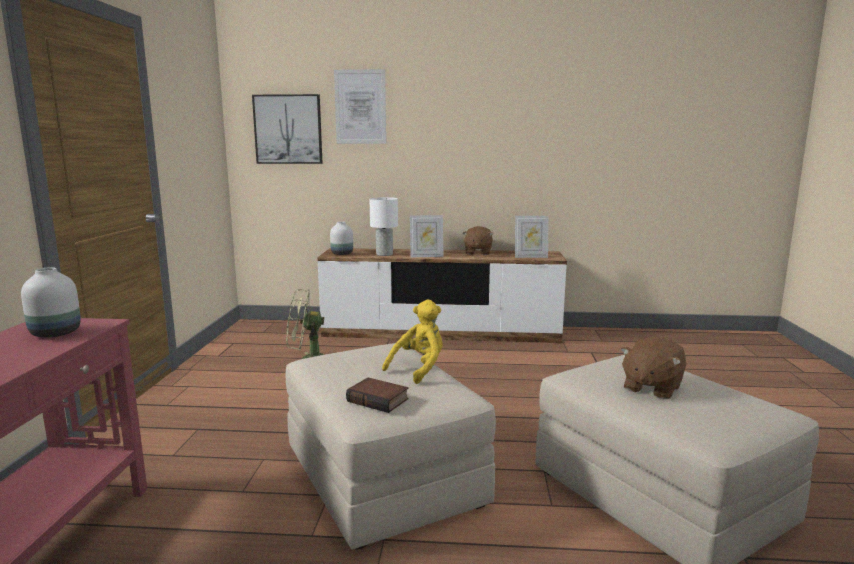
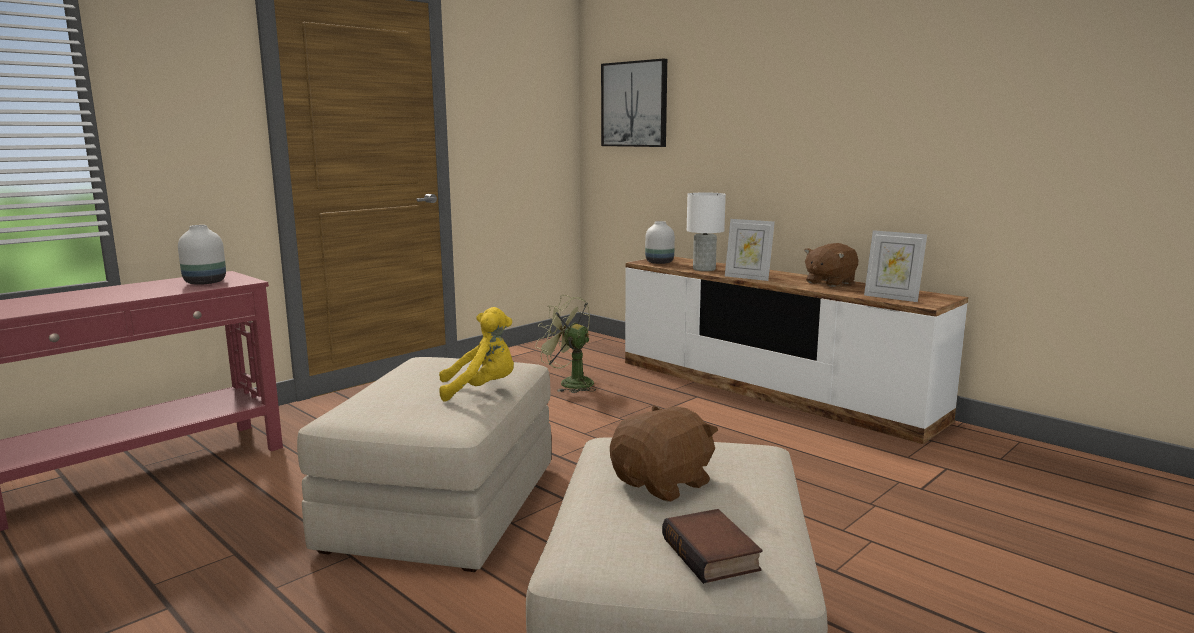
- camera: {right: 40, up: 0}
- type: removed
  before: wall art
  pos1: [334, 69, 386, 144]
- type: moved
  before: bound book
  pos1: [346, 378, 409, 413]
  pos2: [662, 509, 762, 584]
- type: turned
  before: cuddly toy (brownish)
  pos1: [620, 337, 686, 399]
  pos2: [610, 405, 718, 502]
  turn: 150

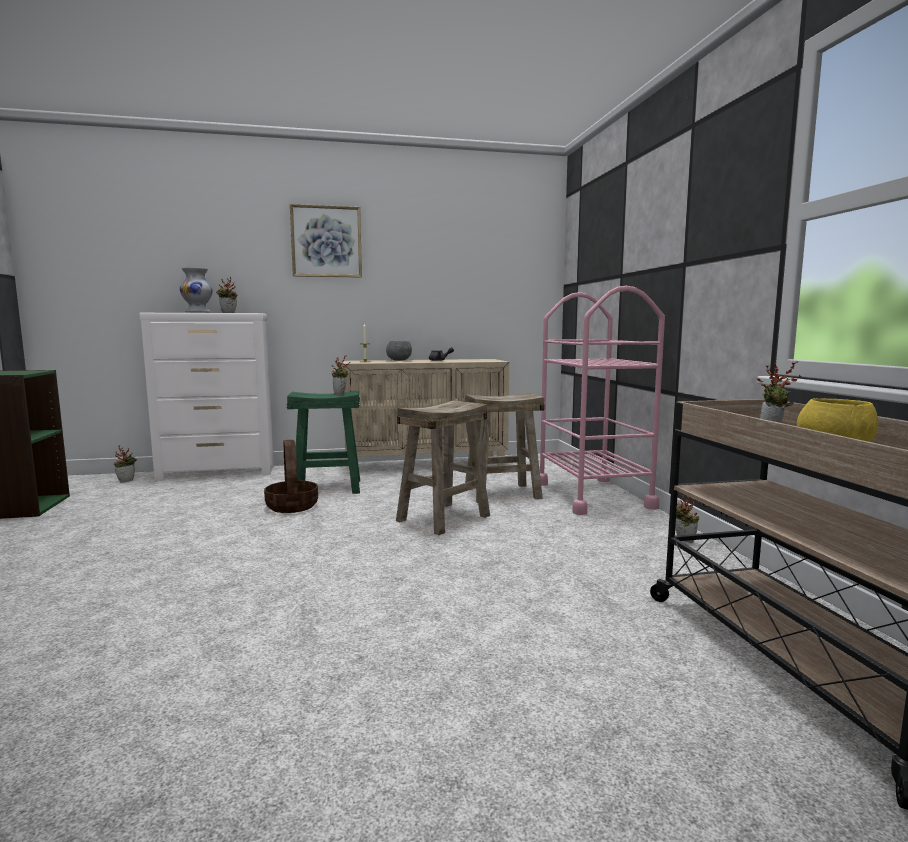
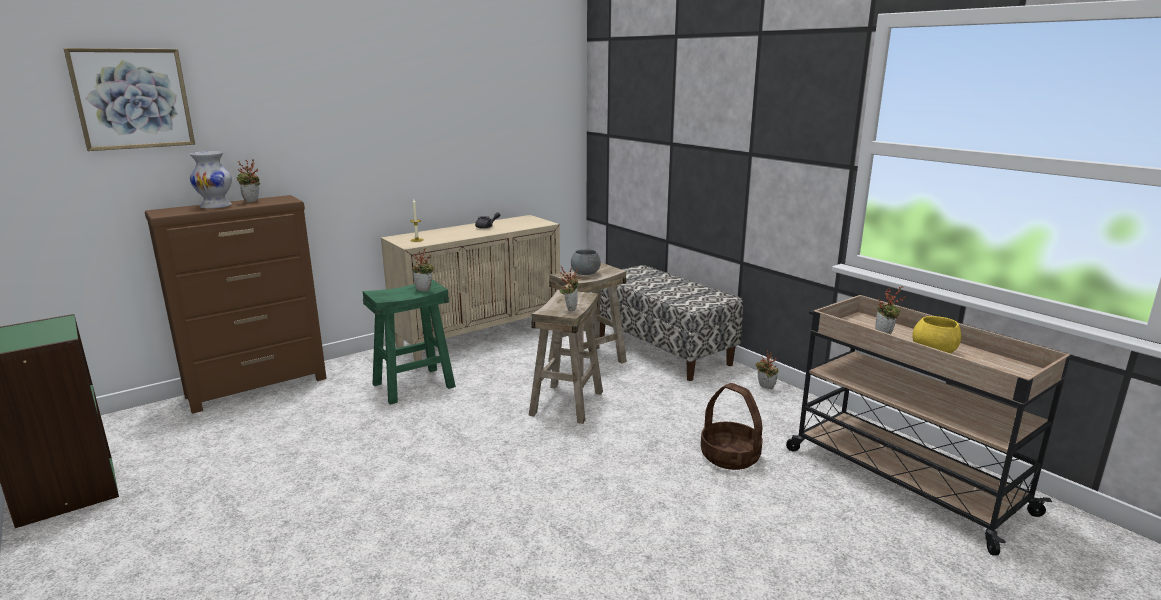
- camera: {right: -25, up: 10}
- type: moved
  before: plant in a pot
  pos1: [114, 445, 137, 482]
  pos2: [560, 267, 580, 311]
- type: recoloured
  before: chest of drawers (white-coloured)
  after: chest of drawers (brownish)
  pos1: [139, 313, 274, 481]
  pos2: [145, 195, 327, 414]
- type: moved
  before: storage basket
  pos1: [264, 440, 318, 513]
  pos2: [701, 383, 763, 470]
- type: moved
  before: wall art
  pos1: [290, 204, 362, 278]
  pos2: [63, 48, 195, 151]
- type: moved
  before: deep dish (greyish)
  pos1: [386, 341, 412, 361]
  pos2: [571, 249, 601, 275]
- type: replaced
  before: trolley (pink)
  after: long seat
  pos1: [540, 286, 665, 515]
  pos2: [600, 265, 744, 381]

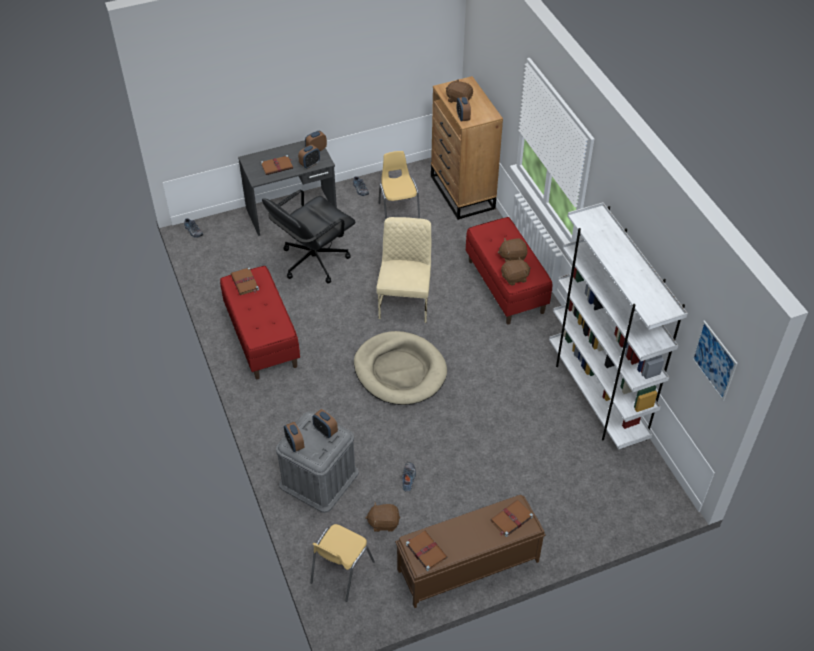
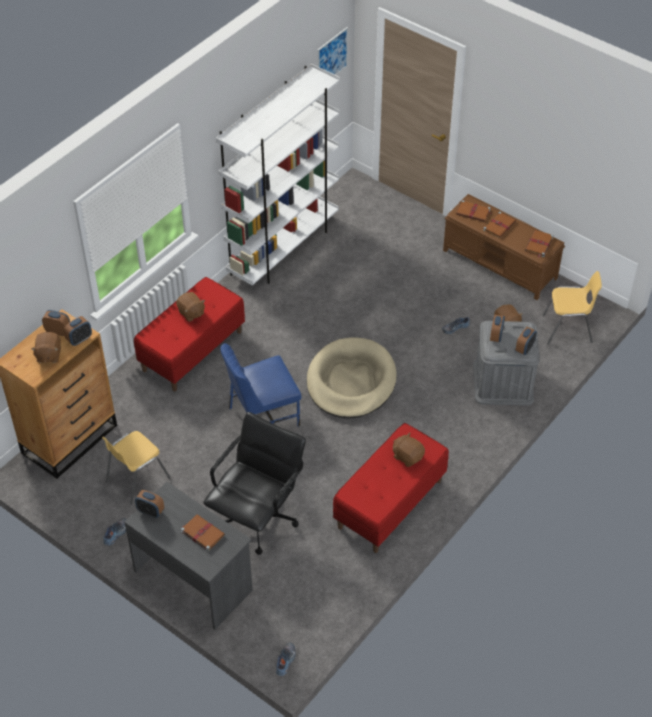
- camera: {right: -120, up: 0}
- type: moved
  before: bound book (brownish)
  pos1: [231, 267, 259, 295]
  pos2: [483, 212, 516, 238]
- type: turned
  before: office chair (black-coloured)
  pos1: [262, 189, 356, 283]
  pos2: [203, 412, 306, 555]
  turn: -75
- type: moved
  before: bedside clock
  pos1: [298, 145, 320, 169]
  pos2: [42, 310, 70, 336]
- type: recoloured
  before: plain chair (beige)
  after: plain chair (blue)
  pos1: [376, 217, 431, 323]
  pos2: [220, 343, 301, 427]
- type: moved
  before: cuddly toy (brownish)
  pos1: [501, 257, 531, 285]
  pos2: [393, 432, 425, 467]

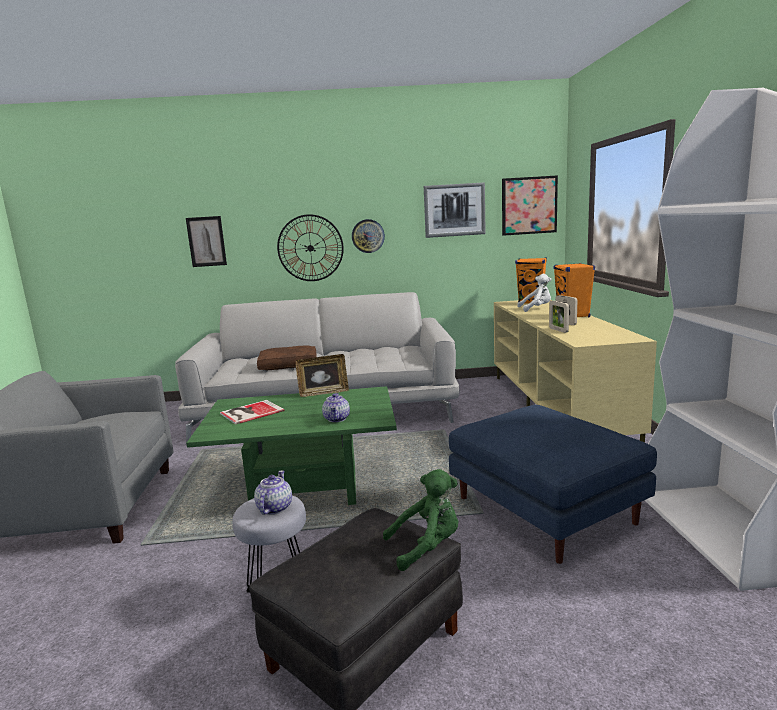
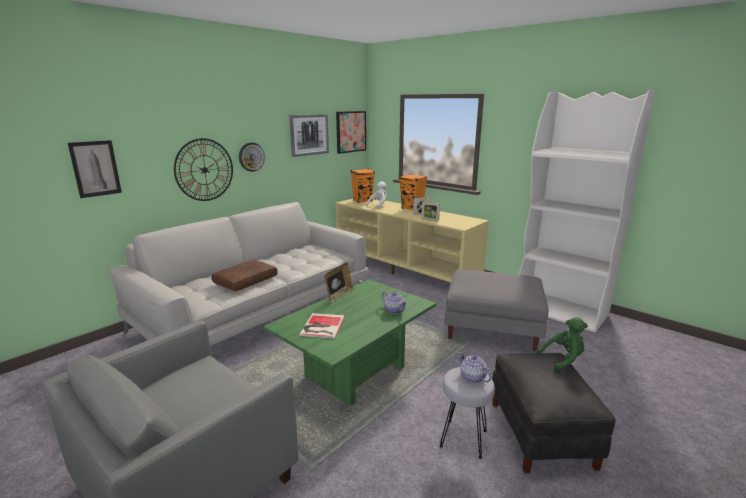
- camera: {right: -45, up: 5}
- type: turned
  before: cuddly toy (green)
  pos1: [383, 469, 459, 571]
  pos2: [537, 317, 588, 372]
  turn: 45
- type: recoloured
  before: ottoman (blue)
  after: ottoman (greyish)
  pos1: [449, 405, 657, 564]
  pos2: [445, 269, 549, 351]

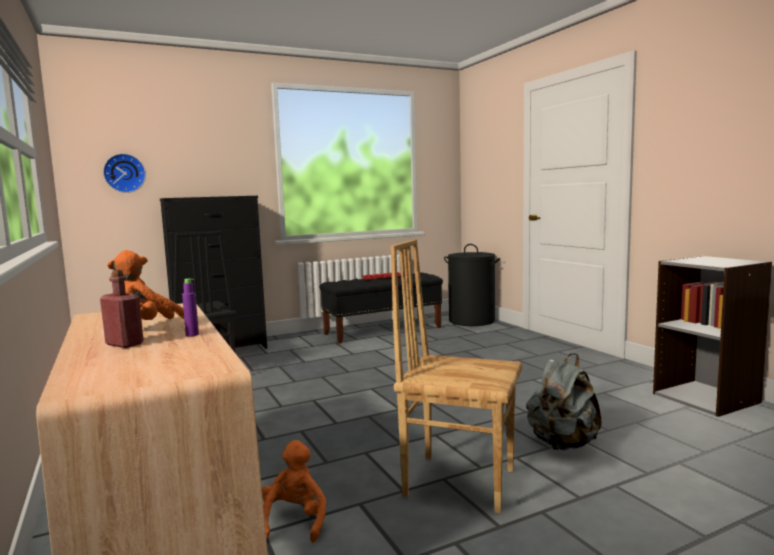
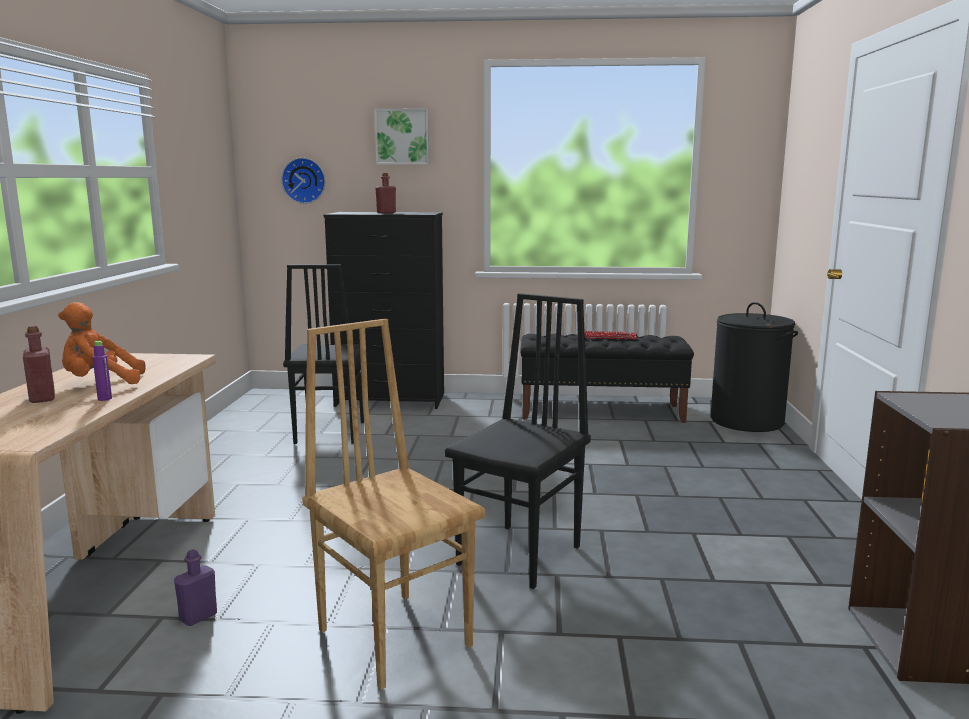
- camera: {right: 30, up: 5}
- type: replaced
  before: cuddly toy (orangey)
  after: drink bottle (purple)
  pos1: [262, 440, 326, 543]
  pos2: [174, 549, 217, 626]
- type: removed
  before: rucksack (greyish)
  pos1: [526, 353, 602, 450]
- type: added
  after: wall art
  pos2: [374, 108, 430, 165]
- type: added
  after: drink bottle (red-coloured)
  pos2: [375, 173, 396, 213]
- type: added
  after: plain chair (black-coloured)
  pos2: [445, 293, 591, 589]

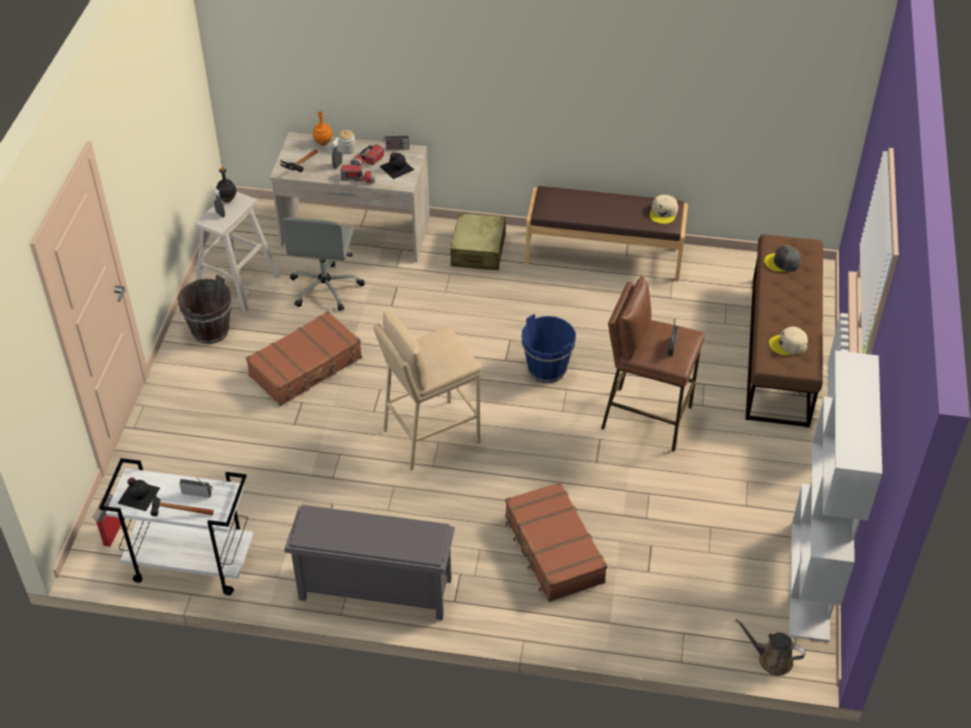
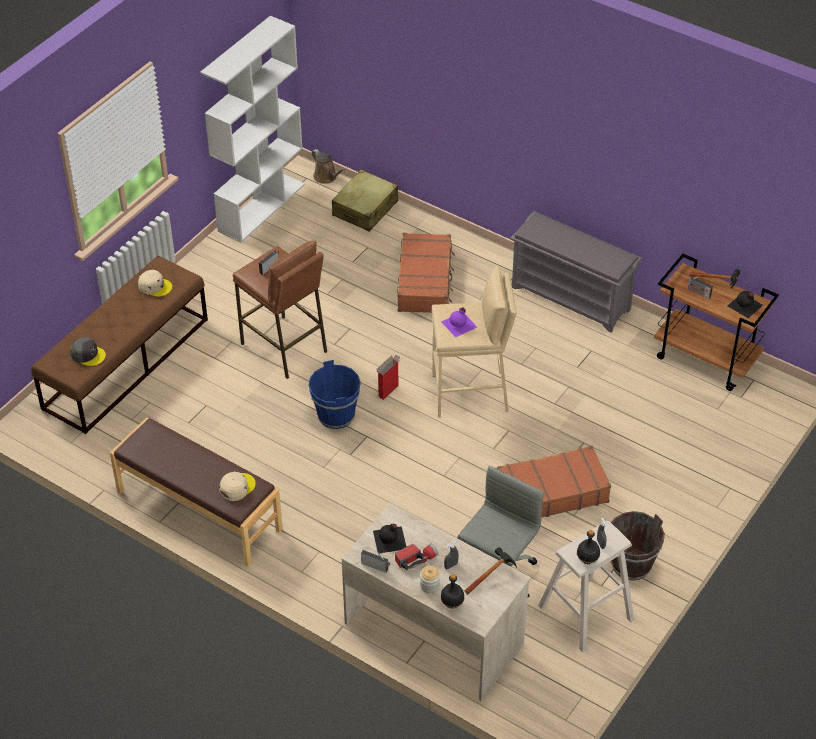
- camera: {right: -155, up: 0}
- type: moved
  before: cardboard box
  pos1: [93, 494, 121, 547]
  pos2: [377, 354, 400, 400]
- type: recoloured
  before: trolley (white-coloured)
  after: trolley (brownish)
  pos1: [99, 458, 253, 595]
  pos2: [654, 254, 779, 391]
- type: recoloured
  before: drink bottle (orangey)
  after: drink bottle (black-coloured)
  pos1: [313, 111, 333, 146]
  pos2: [441, 574, 464, 609]
- type: removed
  before: torch
  pos1: [341, 165, 375, 183]
- type: moved
  before: travel case (beige)
  pos1: [450, 213, 506, 270]
  pos2: [332, 170, 398, 232]
- type: moved
  before: cap (beige)
  pos1: [649, 195, 678, 224]
  pos2: [219, 472, 256, 501]
- type: added
  after: drink bottle (purple)
  pos2: [441, 307, 477, 337]

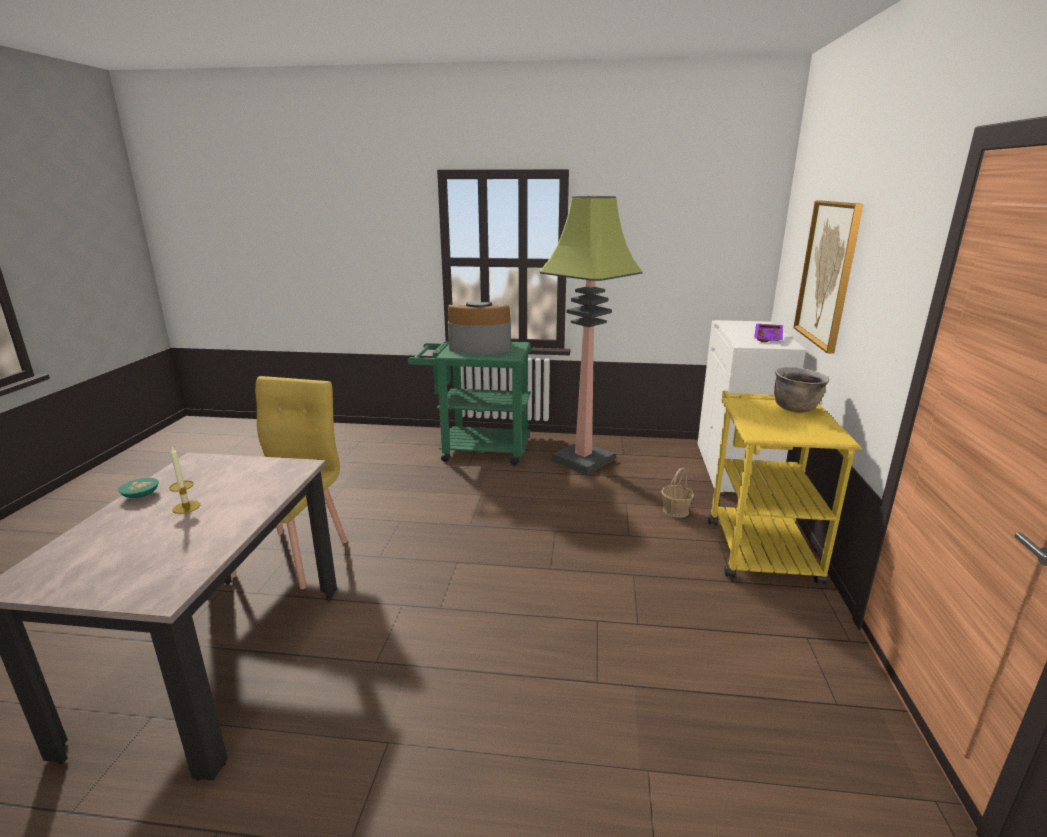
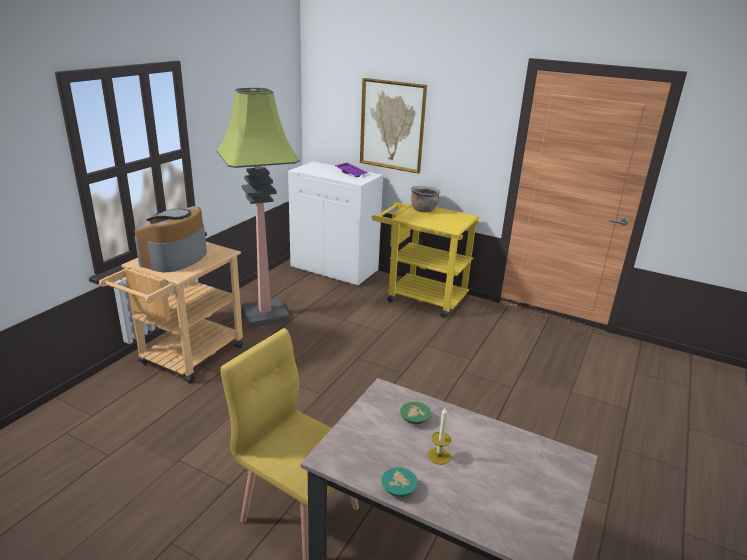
- camera: {right: -70, up: 5}
- type: recoloured
  before: trolley (green)
  after: trolley (beige)
  pos1: [408, 342, 532, 466]
  pos2: [99, 242, 243, 384]
- type: removed
  before: storage basket
  pos1: [661, 468, 694, 518]
- type: added
  after: deep dish (green)
  pos2: [400, 402, 431, 424]

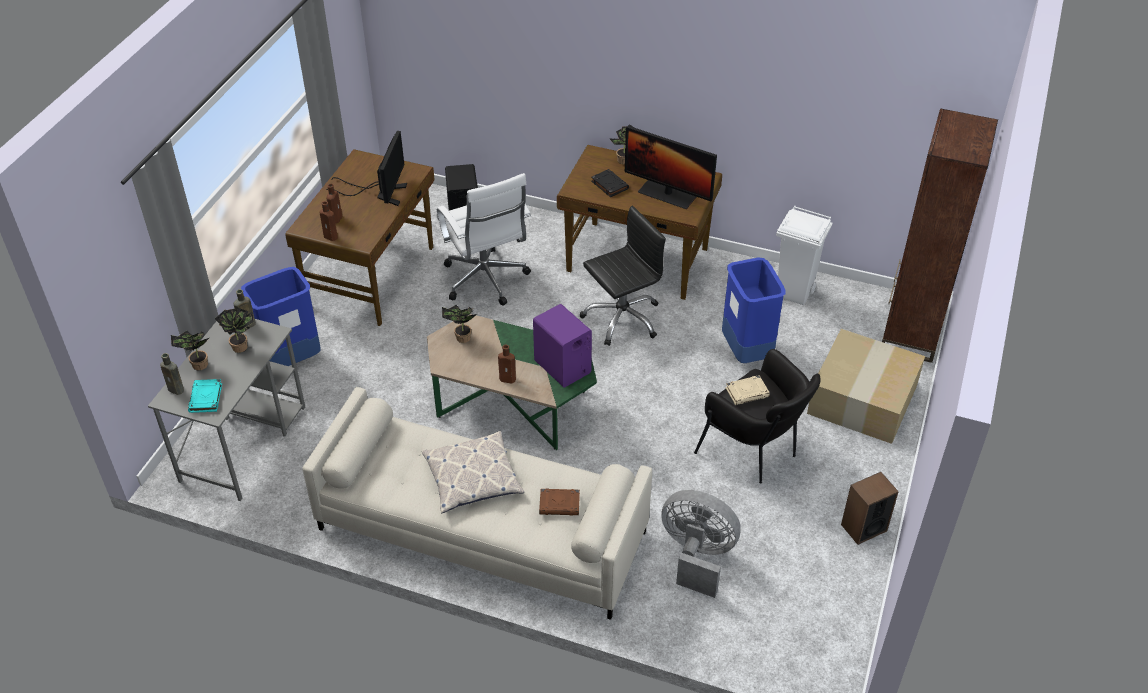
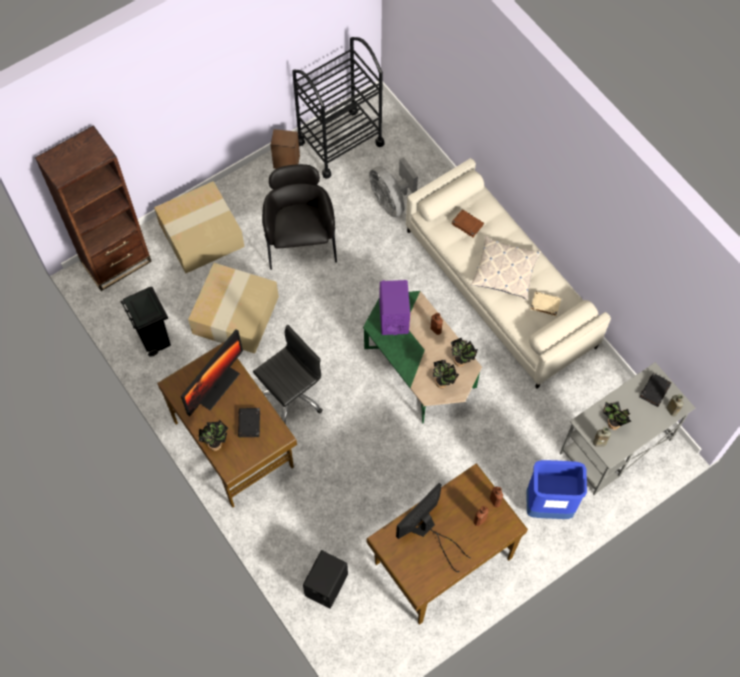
- camera: {right: -145, up: 20}
- type: moved
  before: plant in a pot
  pos1: [171, 331, 209, 370]
  pos2: [451, 338, 478, 367]
- type: recoloured
  before: bound book (blue-green)
  after: bound book (black-coloured)
  pos1: [188, 379, 222, 413]
  pos2: [639, 373, 671, 407]
- type: removed
  before: office chair (white-coloured)
  pos1: [437, 173, 531, 306]
- type: turned
  before: office chair (black-coloured)
  pos1: [580, 206, 666, 346]
  pos2: [253, 325, 323, 424]
  turn: 135
- type: turned
  before: monitor
  pos1: [625, 126, 717, 209]
  pos2: [181, 329, 243, 416]
  turn: 60
- type: replaced
  before: trash can (blue)
  after: cardboard box
  pos1: [722, 258, 786, 363]
  pos2: [188, 263, 279, 354]
- type: moved
  before: bound book (beige)
  pos1: [726, 375, 770, 405]
  pos2: [530, 291, 561, 316]
- type: recoloured
  before: trash can (white-coloured)
  after: trash can (black-coloured)
  pos1: [776, 206, 833, 305]
  pos2: [121, 287, 171, 357]
- type: added
  after: trolley (black-coloured)
  pos2: [292, 37, 384, 179]

